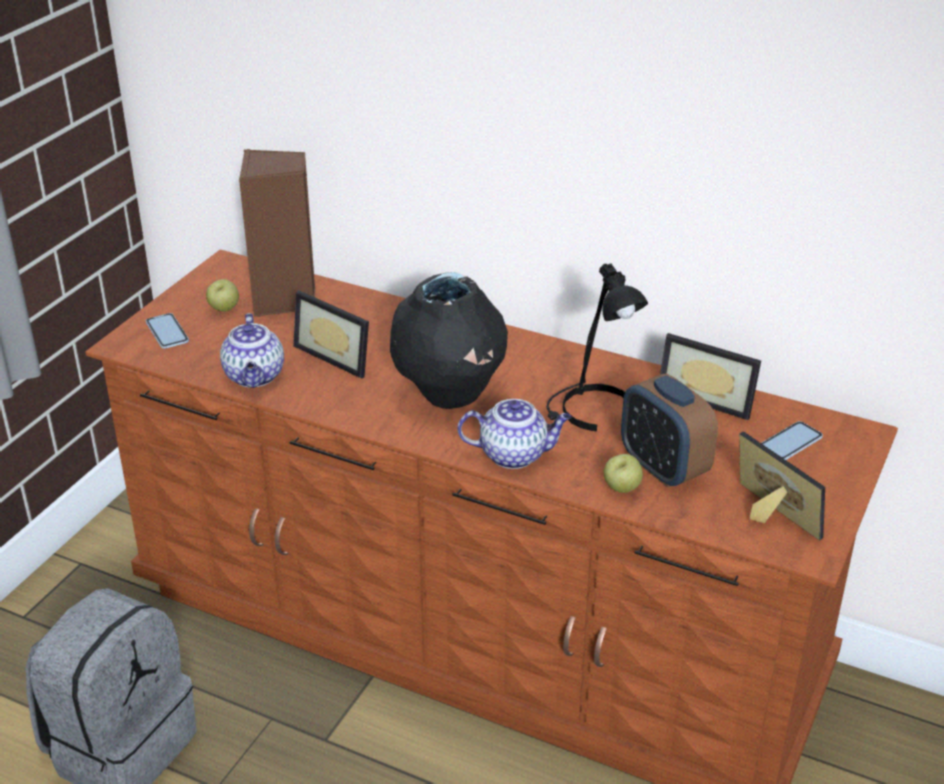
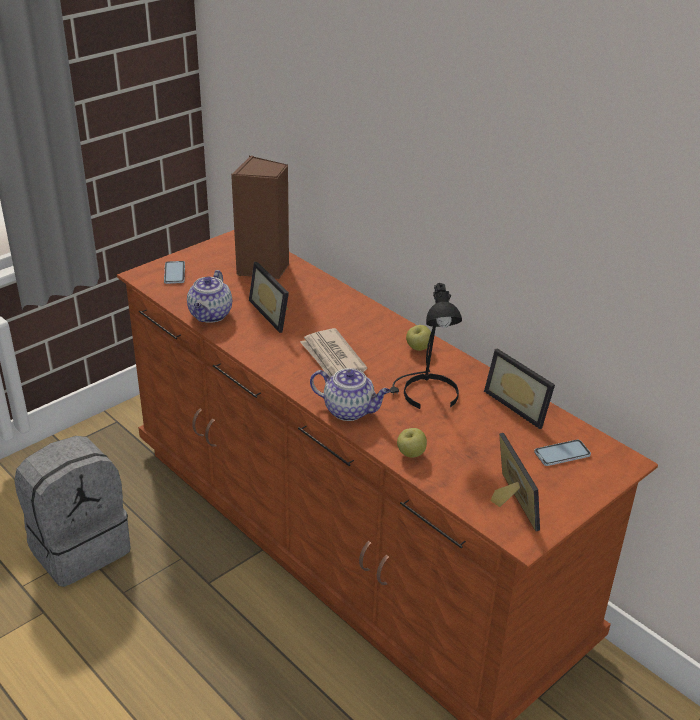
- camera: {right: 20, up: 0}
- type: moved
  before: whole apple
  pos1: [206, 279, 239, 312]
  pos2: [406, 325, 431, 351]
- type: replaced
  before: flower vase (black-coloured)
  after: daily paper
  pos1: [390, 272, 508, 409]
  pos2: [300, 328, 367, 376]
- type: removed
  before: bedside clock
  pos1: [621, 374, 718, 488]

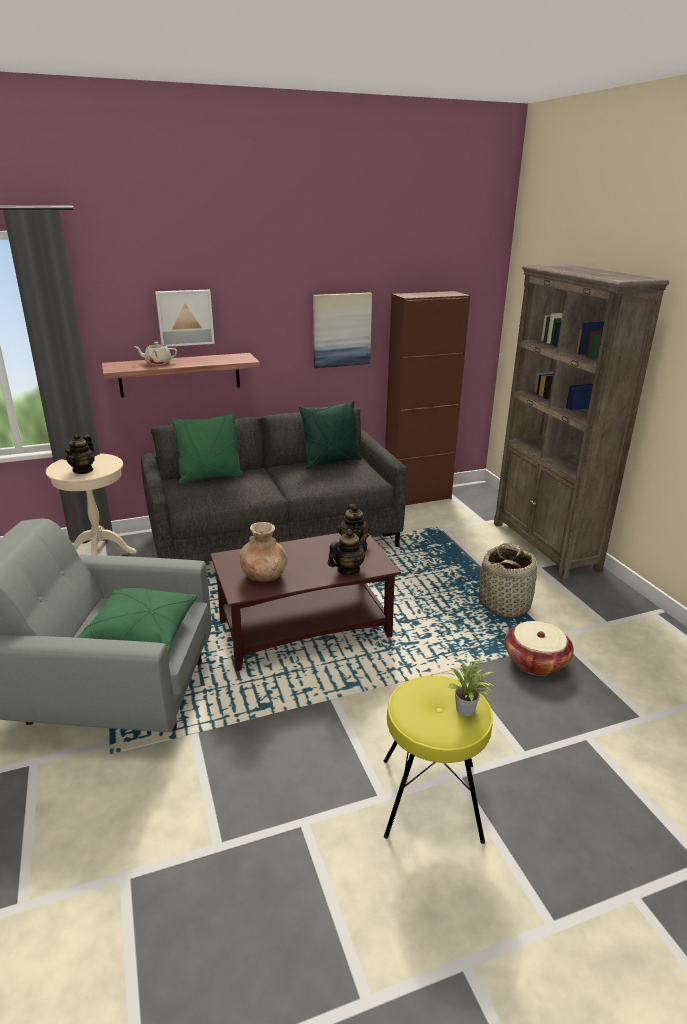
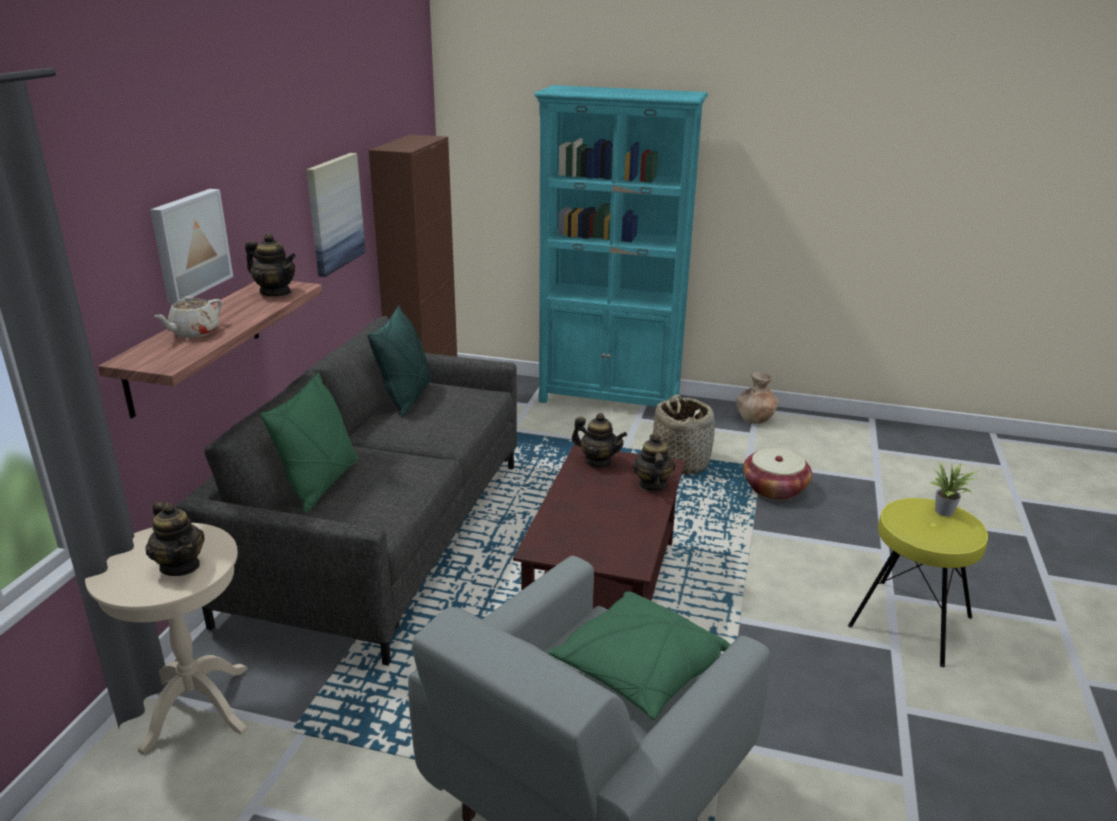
- camera: {right: -55, up: 0}
- type: moved
  before: flower vase (brownish)
  pos1: [239, 522, 287, 582]
  pos2: [736, 372, 779, 424]
- type: recoloured
  before: bookshelf (brownish)
  after: bookshelf (blue-green)
  pos1: [494, 264, 669, 580]
  pos2: [534, 85, 708, 407]
- type: added
  after: pot for tea
  pos2: [245, 233, 296, 296]

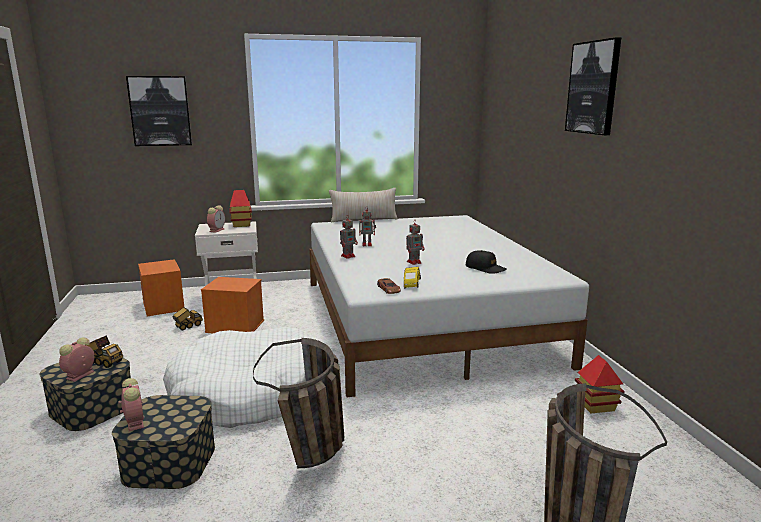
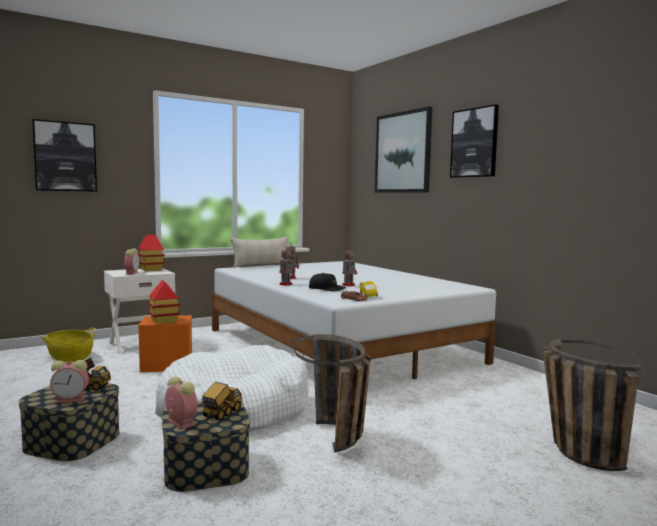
- camera: {right: -20, up: -10}
- type: turned
  before: bedside clock
  pos1: [59, 337, 95, 382]
  pos2: [50, 360, 89, 403]
  turn: -105
- type: replaced
  before: storage container (orangey)
  after: storage basket
  pos1: [138, 259, 184, 316]
  pos2: [41, 328, 96, 362]
- type: moved
  before: toy truck
  pos1: [172, 307, 203, 330]
  pos2: [201, 382, 242, 420]
- type: moved
  before: cap (black-coloured)
  pos1: [466, 250, 506, 274]
  pos2: [309, 273, 346, 291]
- type: moved
  before: miniature house
  pos1: [575, 355, 625, 413]
  pos2: [147, 280, 181, 324]
- type: added
  after: wall art
  pos2: [375, 106, 432, 193]

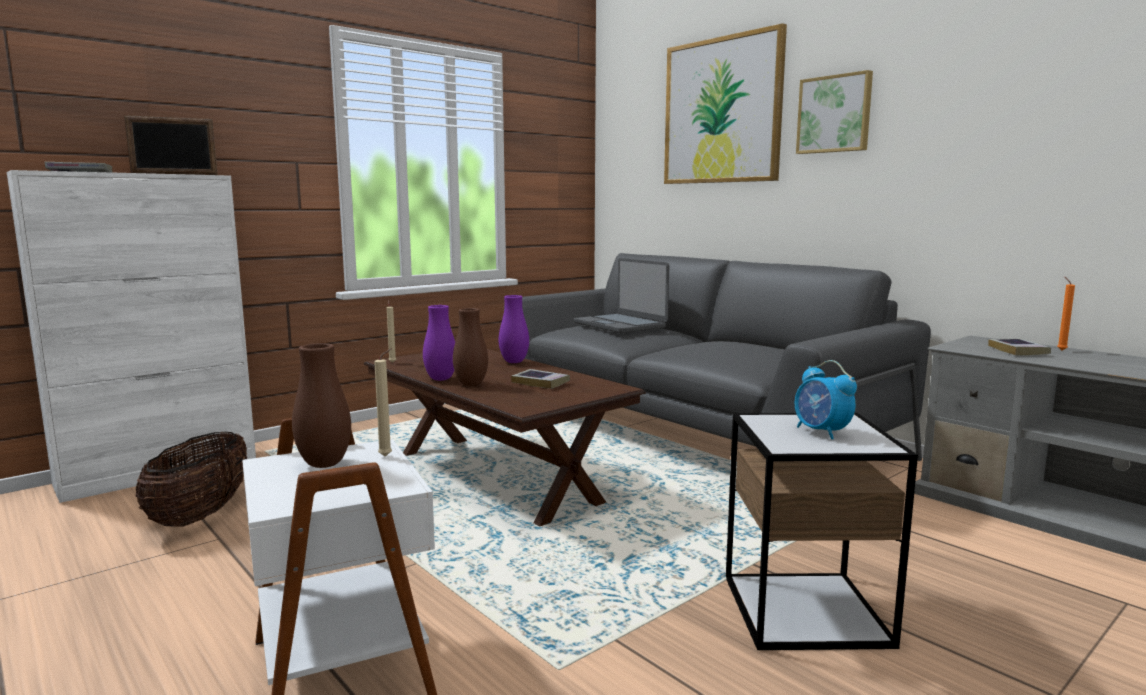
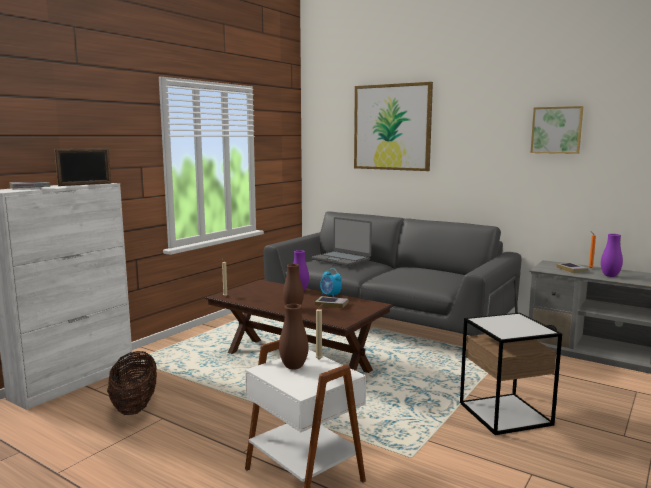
- camera: {right: -15, up: 0}
- type: moved
  before: flower vase (purple)
  pos1: [423, 305, 455, 381]
  pos2: [601, 234, 623, 277]
- type: moved
  before: bedside clock
  pos1: [795, 360, 857, 440]
  pos2: [320, 268, 342, 297]
- type: moved
  before: wall art
  pos1: [796, 70, 873, 154]
  pos2: [530, 106, 583, 154]

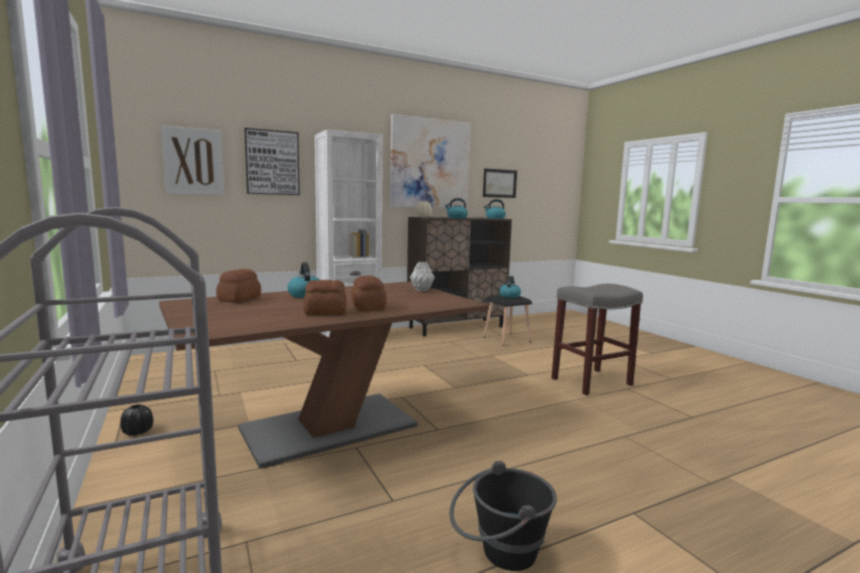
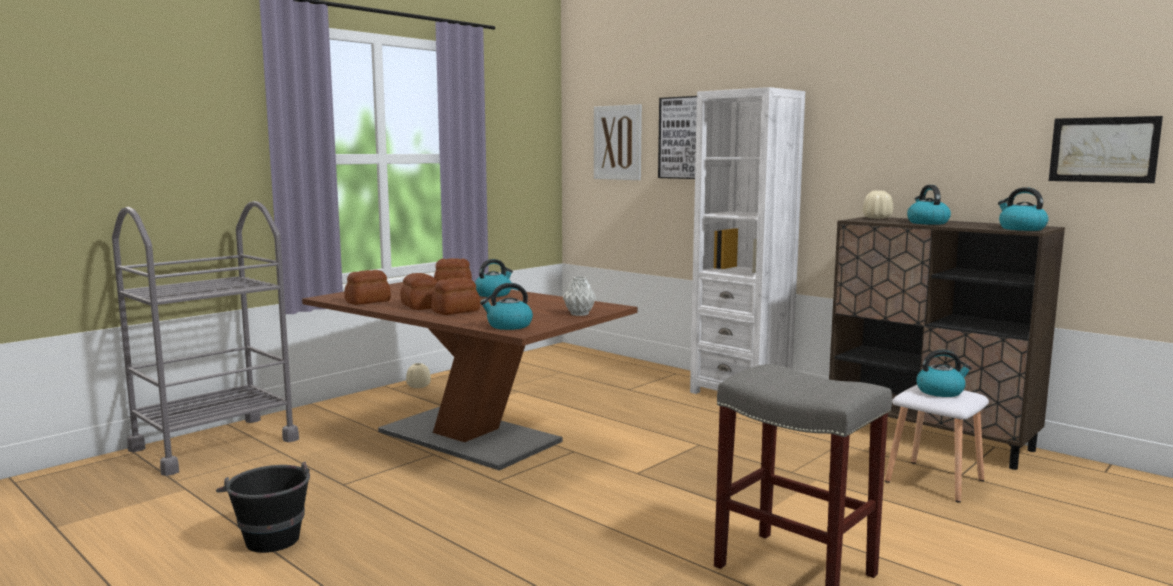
- camera: {right: 70, up: 0}
- type: recoloured
  before: flower vase (black-coloured)
  after: flower vase (beige)
  pos1: [120, 404, 153, 436]
  pos2: [406, 363, 431, 388]
- type: removed
  before: wall art
  pos1: [390, 114, 471, 208]
- type: recoloured
  before: stool (black-coloured)
  after: stool (white-coloured)
  pos1: [483, 295, 532, 346]
  pos2: [885, 385, 989, 503]
- type: added
  after: bakery bread
  pos2: [344, 270, 391, 305]
- type: added
  after: kettle
  pos2: [480, 283, 533, 330]

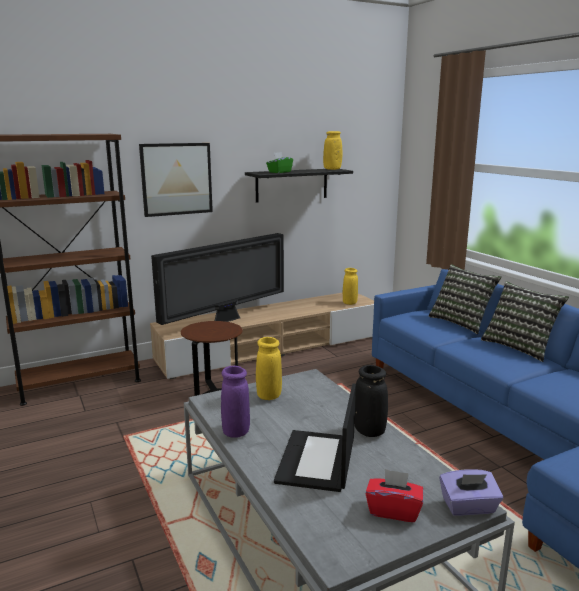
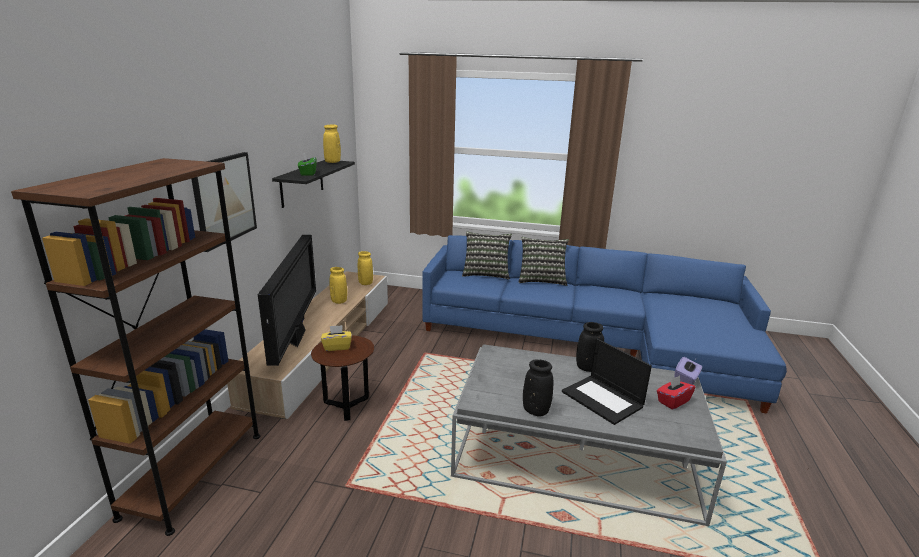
- camera: {right: -50, up: 5}
- type: recoloured
  before: flower vase (purple)
  after: flower vase (black-coloured)
  pos1: [221, 366, 250, 438]
  pos2: [523, 360, 553, 416]
- type: moved
  before: flower vase (yellow-coloured)
  pos1: [256, 337, 282, 400]
  pos2: [330, 267, 347, 304]
- type: added
  after: tissue holder (yellow-coloured)
  pos2: [321, 325, 352, 351]

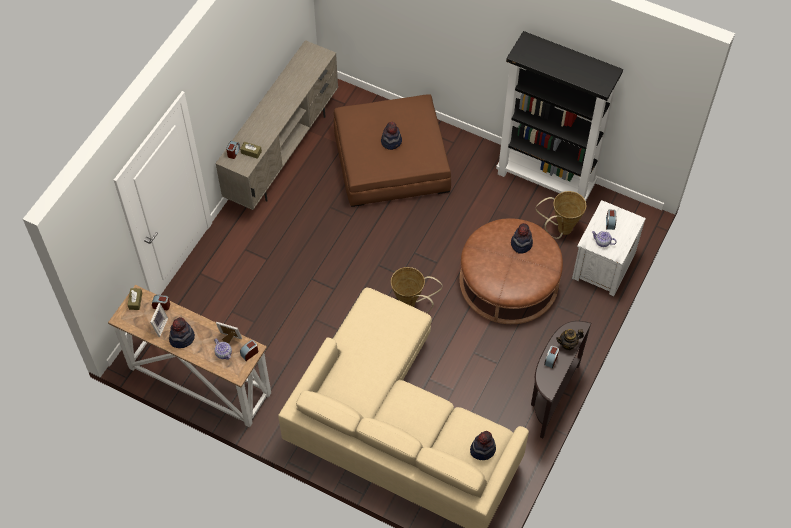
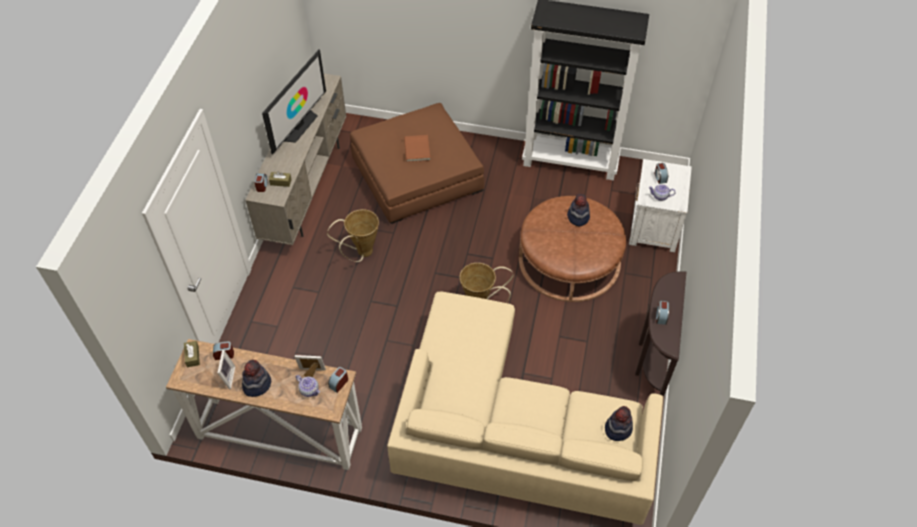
- camera: {right: -15, up: -5}
- type: replaced
  before: wearable hat
  after: bound book (brownish)
  pos1: [381, 122, 402, 150]
  pos2: [404, 135, 430, 162]
- type: moved
  before: storage basket
  pos1: [536, 191, 586, 239]
  pos2: [327, 209, 379, 262]
- type: removed
  before: pot for tea
  pos1: [556, 329, 584, 350]
- type: added
  after: TV set
  pos2: [262, 49, 326, 154]

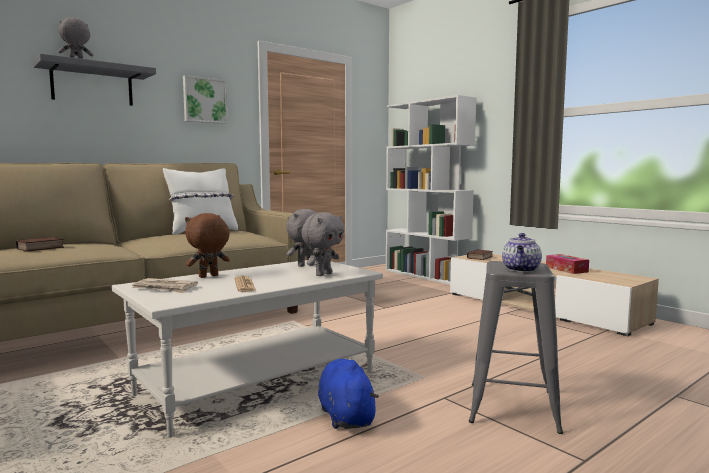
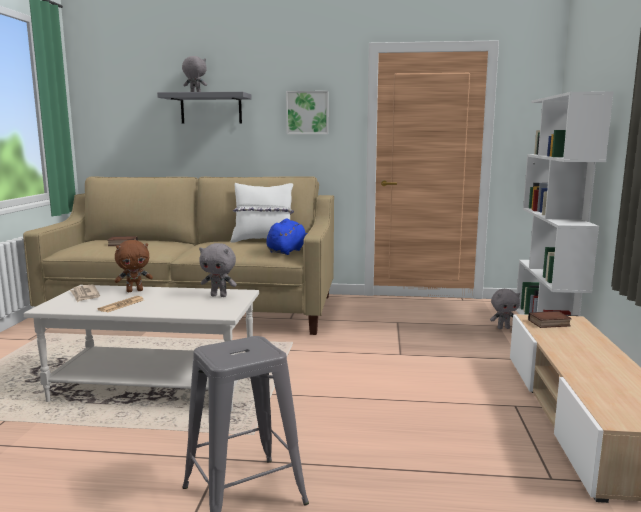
- camera: {right: 45, up: 5}
- type: turned
  before: cuddly toy (brownish)
  pos1: [185, 213, 230, 278]
  pos2: [115, 240, 153, 292]
  turn: 150
- type: moved
  before: cuddly toy (greyish)
  pos1: [301, 212, 344, 276]
  pos2: [490, 289, 520, 329]
- type: moved
  before: cuddly toy (blue)
  pos1: [318, 359, 379, 429]
  pos2: [266, 218, 307, 255]
- type: removed
  before: pot for tea
  pos1: [502, 233, 542, 272]
- type: removed
  before: tissue holder
  pos1: [546, 254, 589, 274]

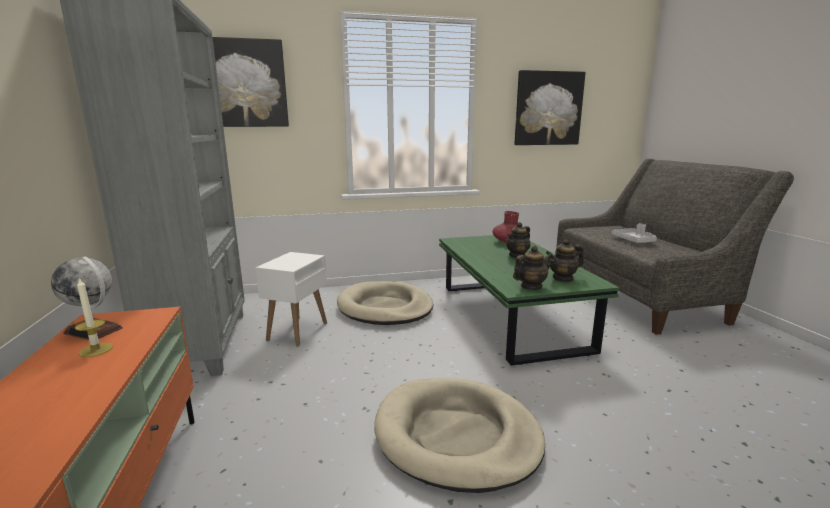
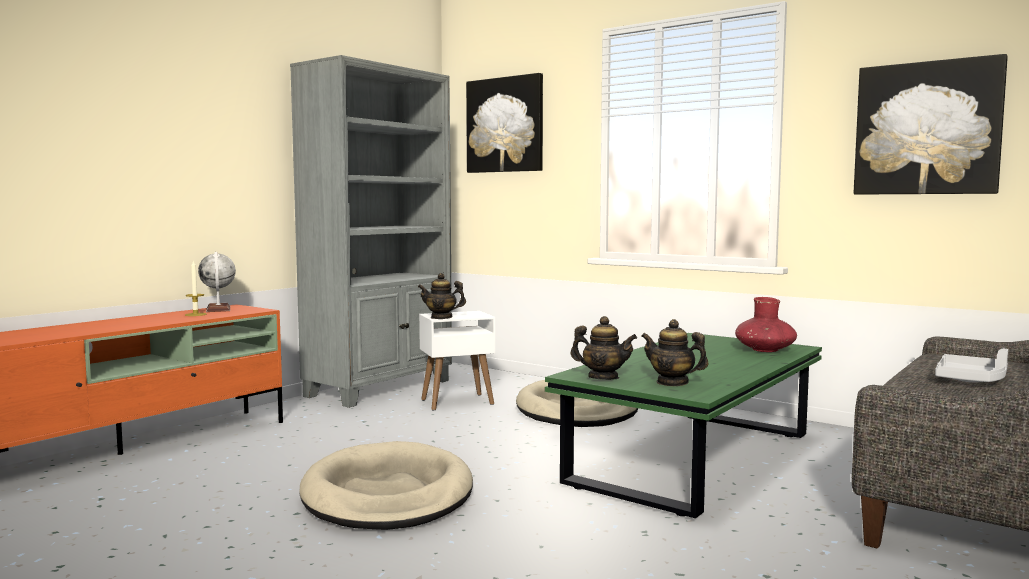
- camera: {right: 50, up: -10}
- type: moved
  before: pot for tea
  pos1: [506, 222, 531, 258]
  pos2: [418, 273, 466, 319]

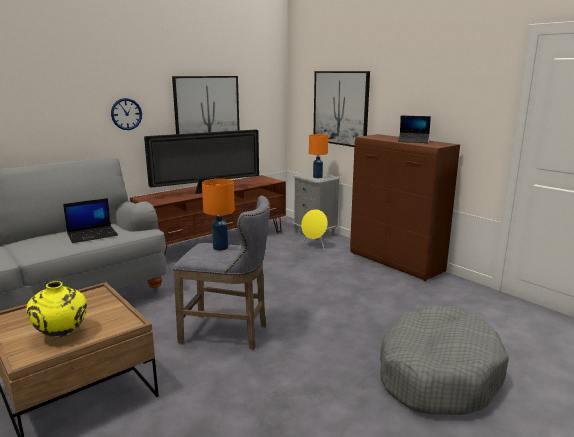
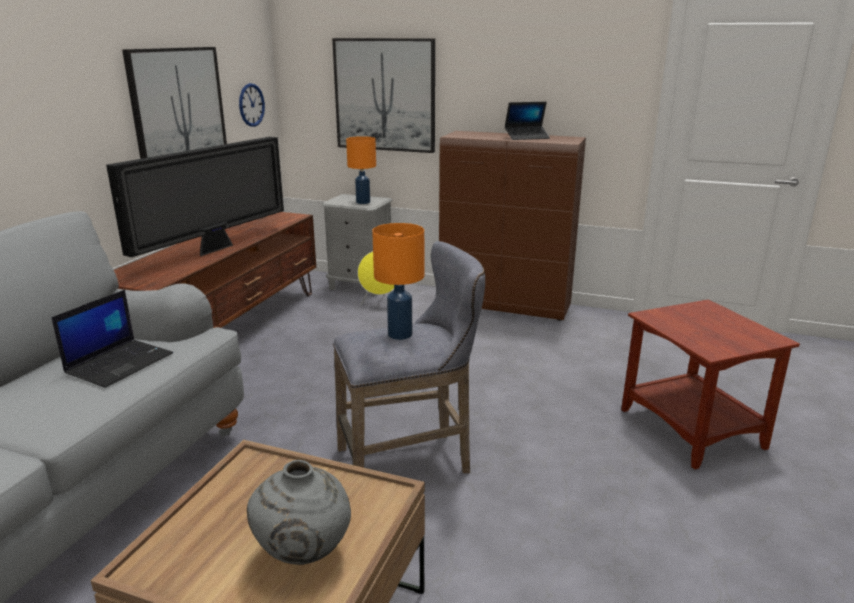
- camera: {right: -30, up: 5}
- type: recoloured
  before: flower vase (yellow-coloured)
  after: flower vase (greyish)
  pos1: [26, 281, 87, 337]
  pos2: [247, 460, 351, 565]
- type: moved
  before: clock on the wall
  pos1: [111, 98, 142, 130]
  pos2: [239, 83, 265, 127]
- type: replaced
  before: pet bed (greyish)
  after: accent table (brownish)
  pos1: [380, 305, 509, 415]
  pos2: [621, 299, 800, 470]

